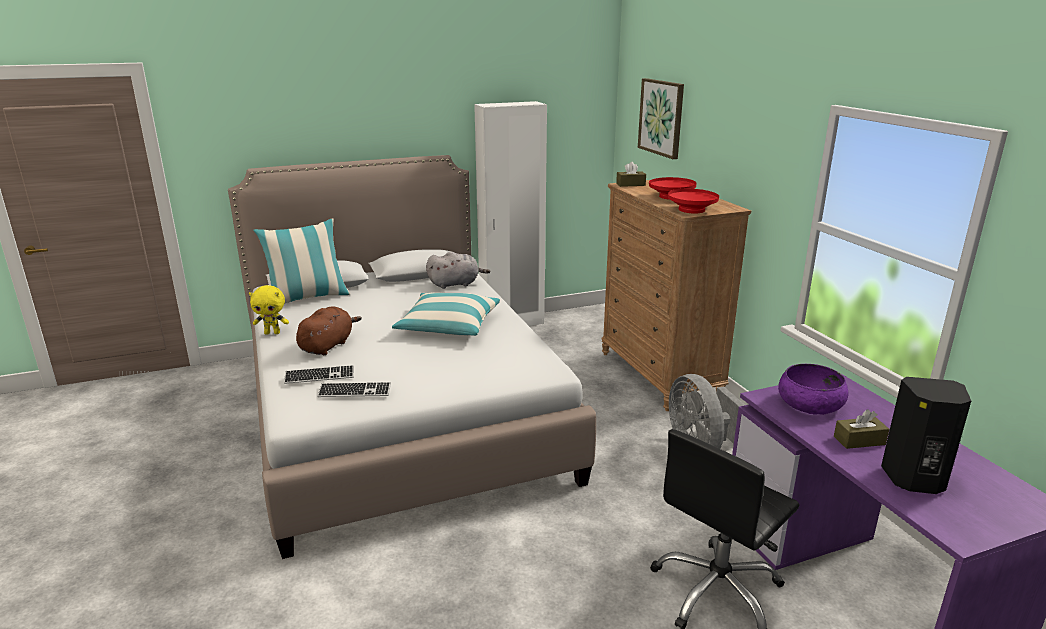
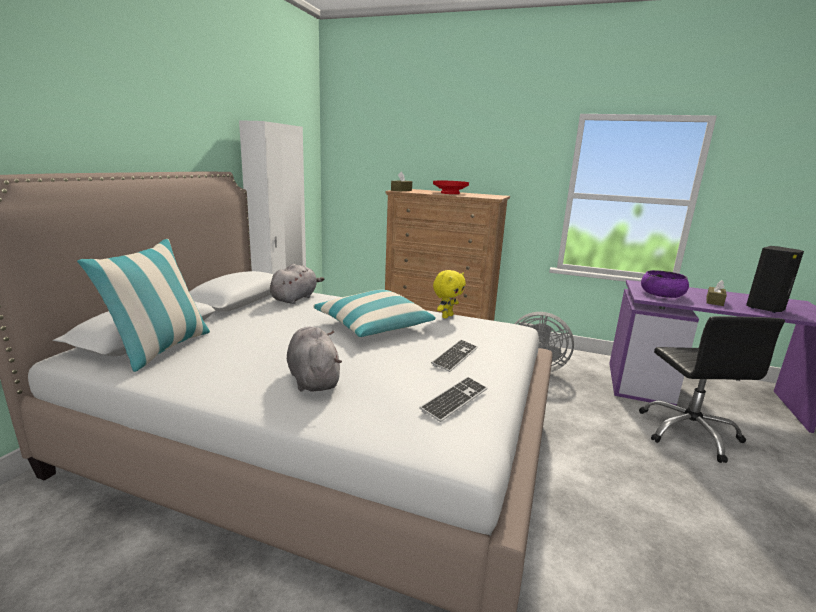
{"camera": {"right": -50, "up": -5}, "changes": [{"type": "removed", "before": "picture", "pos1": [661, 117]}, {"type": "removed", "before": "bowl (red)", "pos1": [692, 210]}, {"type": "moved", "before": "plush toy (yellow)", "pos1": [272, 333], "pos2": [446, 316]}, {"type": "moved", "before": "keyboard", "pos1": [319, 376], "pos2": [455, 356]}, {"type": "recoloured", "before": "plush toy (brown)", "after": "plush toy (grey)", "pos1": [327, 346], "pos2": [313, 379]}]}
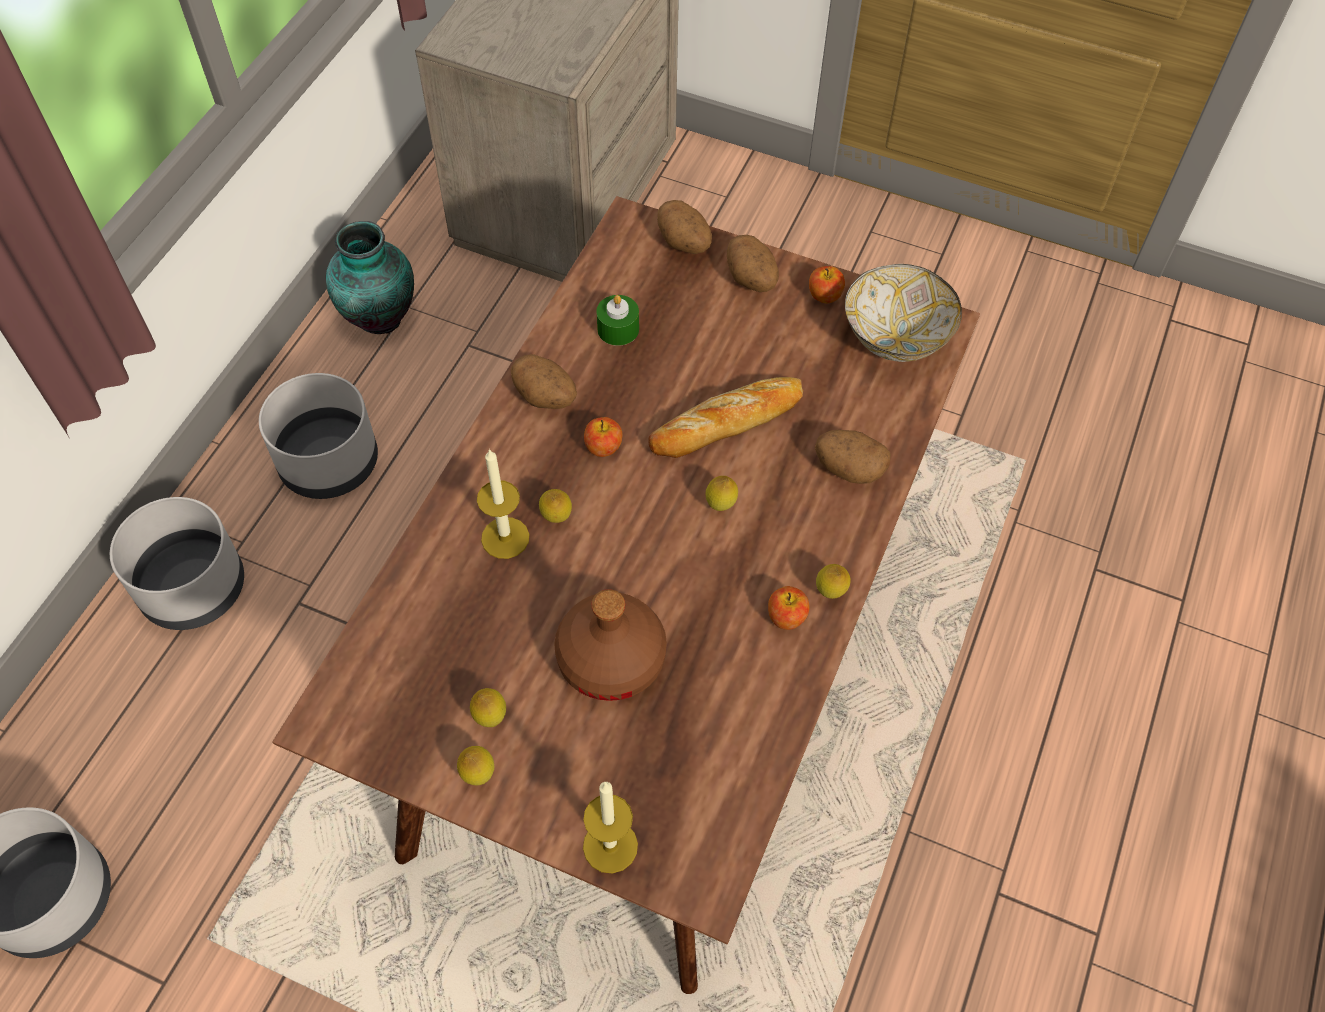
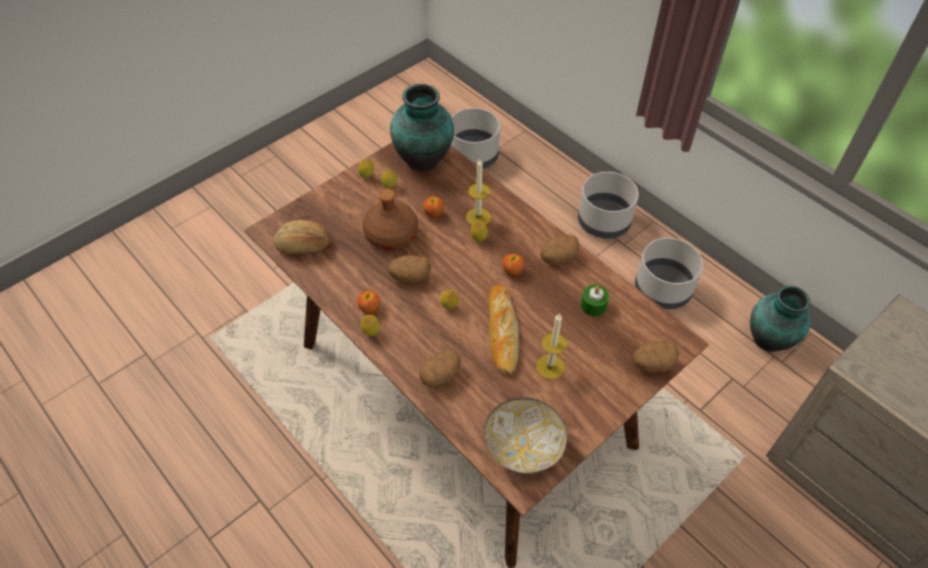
{"camera": {"right": 115, "up": -5}, "changes": [{"type": "added", "after": "bread", "pos2": [303, 246]}, {"type": "added", "after": "vase", "pos2": [425, 159]}, {"type": "moved", "before": "candle", "pos1": [610, 846], "pos2": [550, 367]}, {"type": "moved", "before": "potato", "pos1": [752, 279], "pos2": [410, 277]}, {"type": "moved", "before": "apple", "pos1": [824, 296], "pos2": [433, 213]}]}
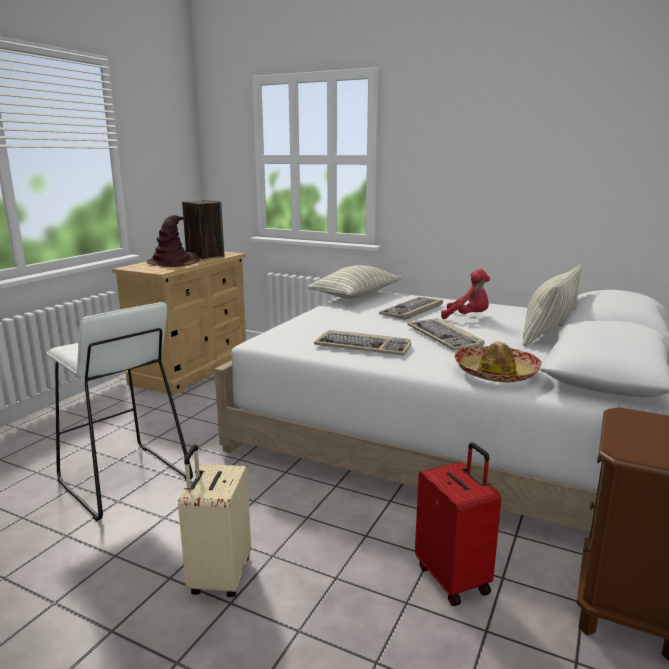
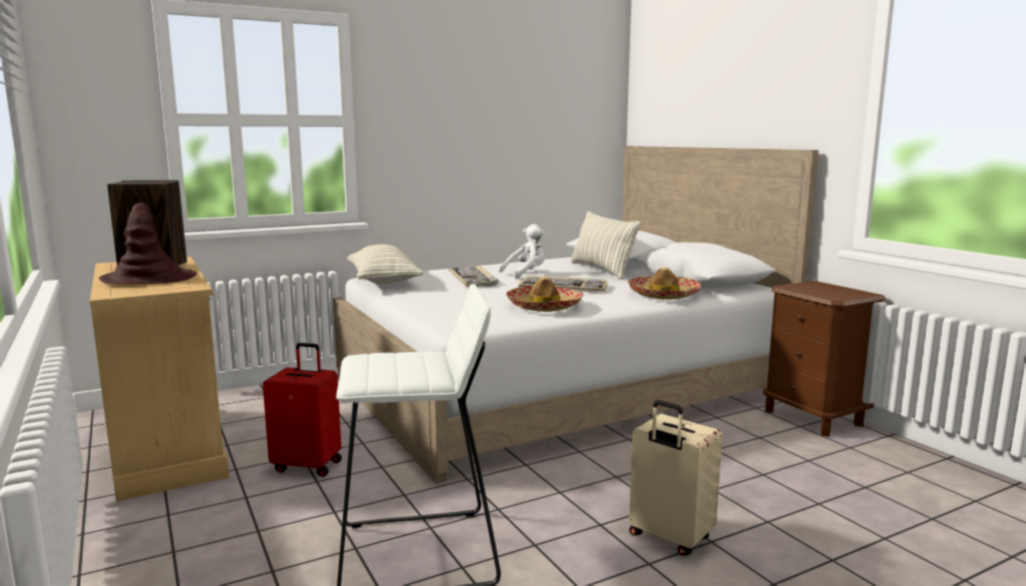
{"camera": {"right": -55, "up": -5}, "changes": [{"type": "moved", "before": "suitcase (red)", "pos1": [454, 578], "pos2": [308, 465]}, {"type": "replaced", "before": "keyboard", "after": "hat", "pos1": [364, 346], "pos2": [544, 306]}, {"type": "recoloured", "before": "plush toy (red)", "after": "plush toy (white)", "pos1": [467, 317], "pos2": [526, 274]}]}
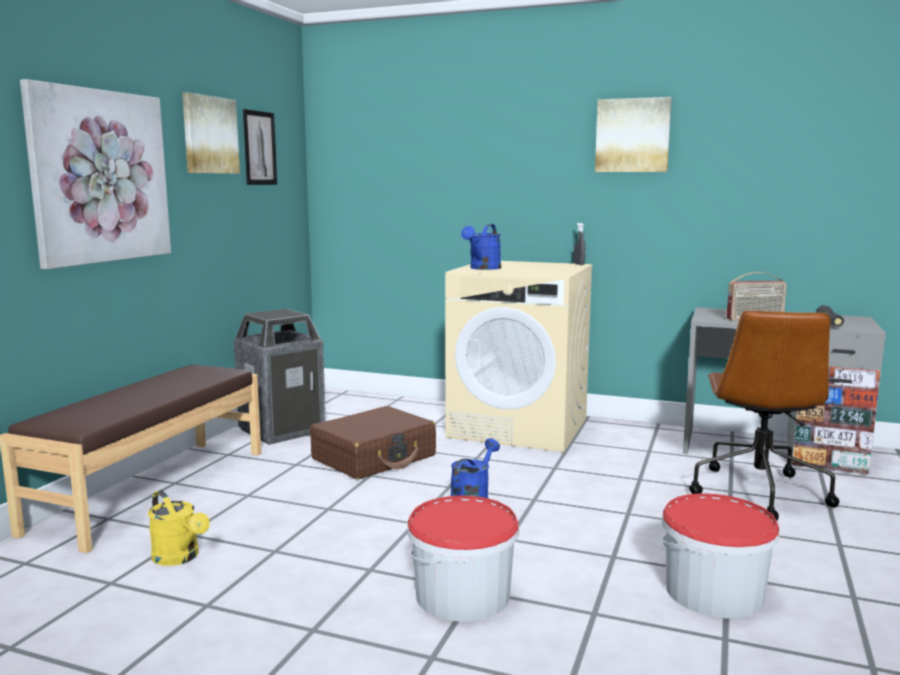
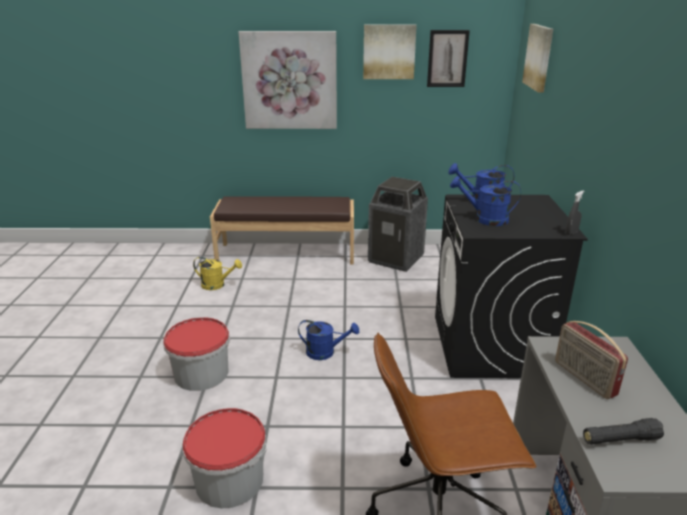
{"camera": {"right": 70, "up": 15}, "changes": [{"type": "removed", "before": "suitcase (brown)", "pos1": [374, 458]}, {"type": "added", "after": "watering can (blue)", "pos2": [485, 219]}, {"type": "moved", "before": "picture", "pos1": [632, 135], "pos2": [539, 57]}, {"type": "recoloured", "before": "washing machine (beige)", "after": "washing machine (black)", "pos1": [519, 427], "pos2": [490, 346]}, {"type": "turned", "before": "watering can (yellow)", "pos1": [180, 558], "pos2": [217, 285], "turn": -105}]}
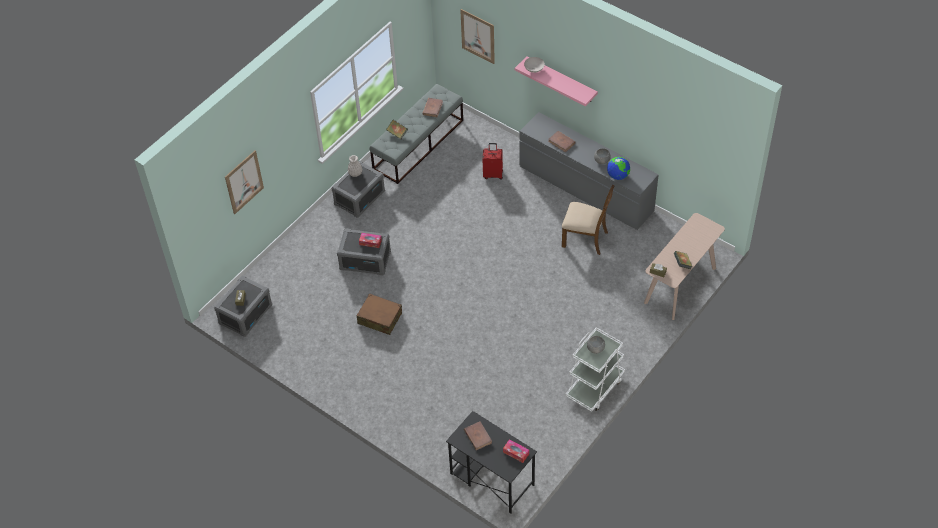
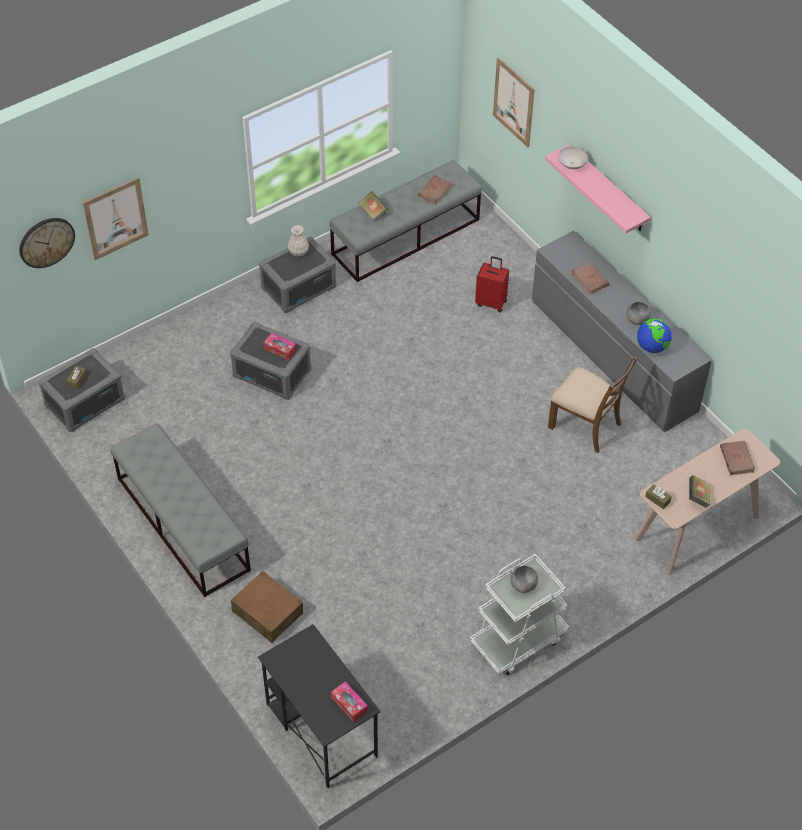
{"camera": {"right": 15, "up": 0}, "changes": [{"type": "added", "after": "wall clock", "pos2": [46, 242]}, {"type": "added", "after": "bench (grey)", "pos2": [182, 523]}, {"type": "moved", "before": "suitcase (brown)", "pos1": [379, 318], "pos2": [267, 612]}, {"type": "moved", "before": "book (brown)", "pos1": [478, 436], "pos2": [736, 459]}]}
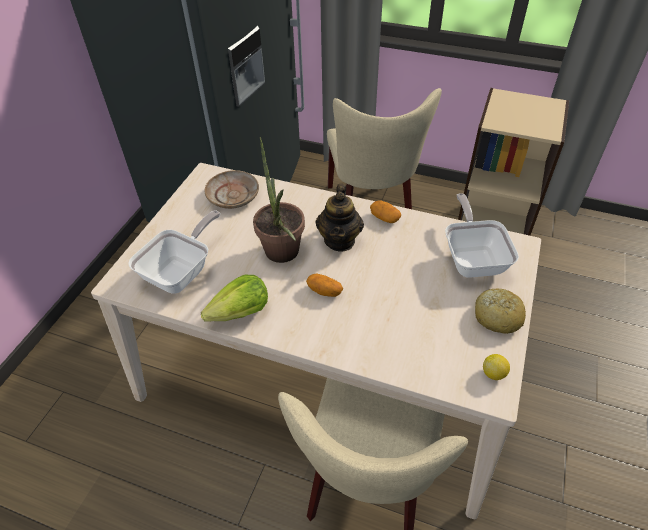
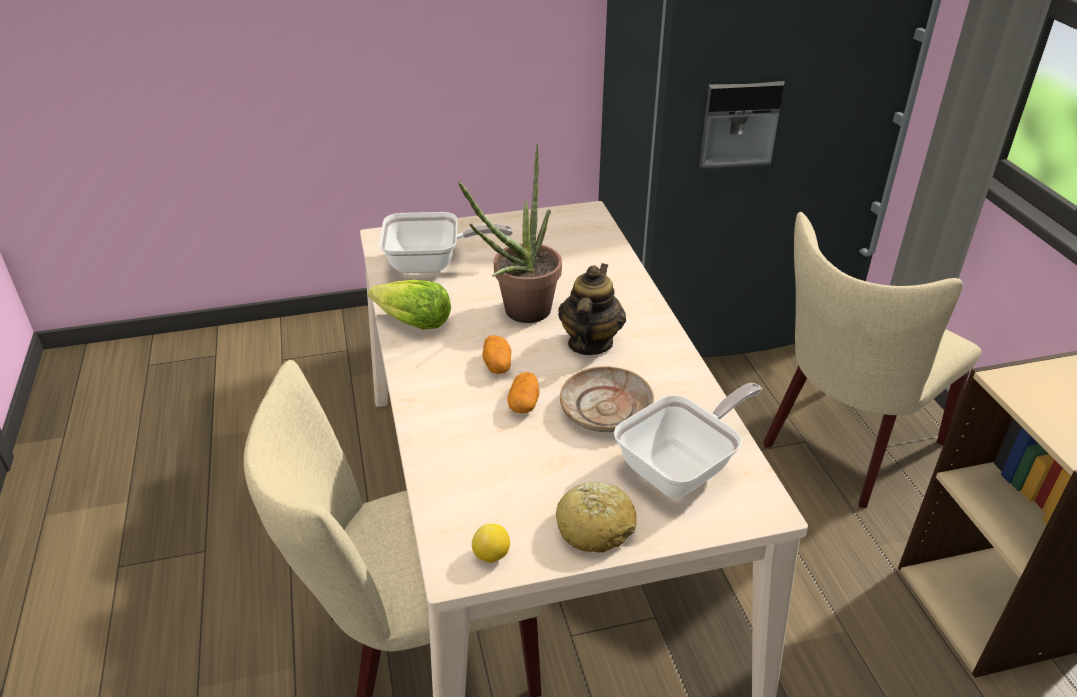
{"camera": {"right": 55, "up": -10}, "changes": [{"type": "moved", "before": "plate (beige)", "pos1": [233, 195], "pos2": [606, 410]}, {"type": "moved", "before": "potato", "pos1": [384, 218], "pos2": [524, 403]}, {"type": "turned", "before": "teapot", "pos1": [340, 240], "pos2": [589, 343], "turn": 135}]}
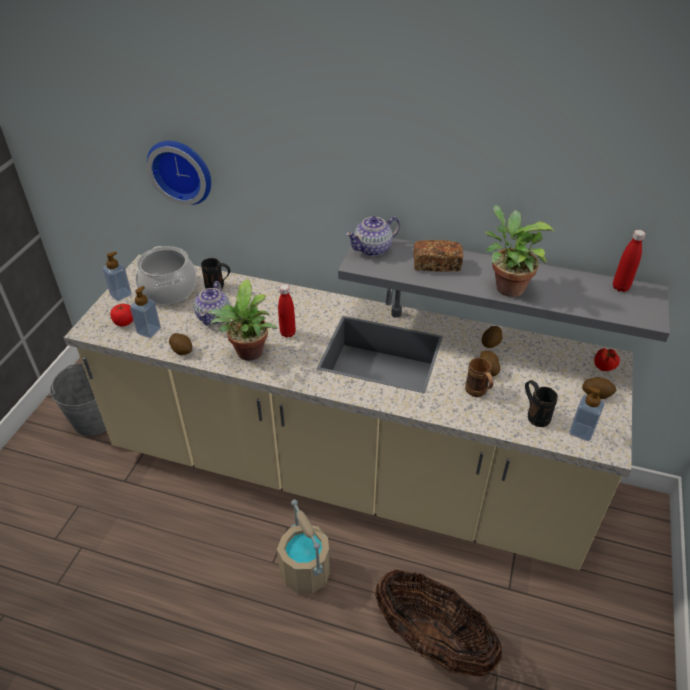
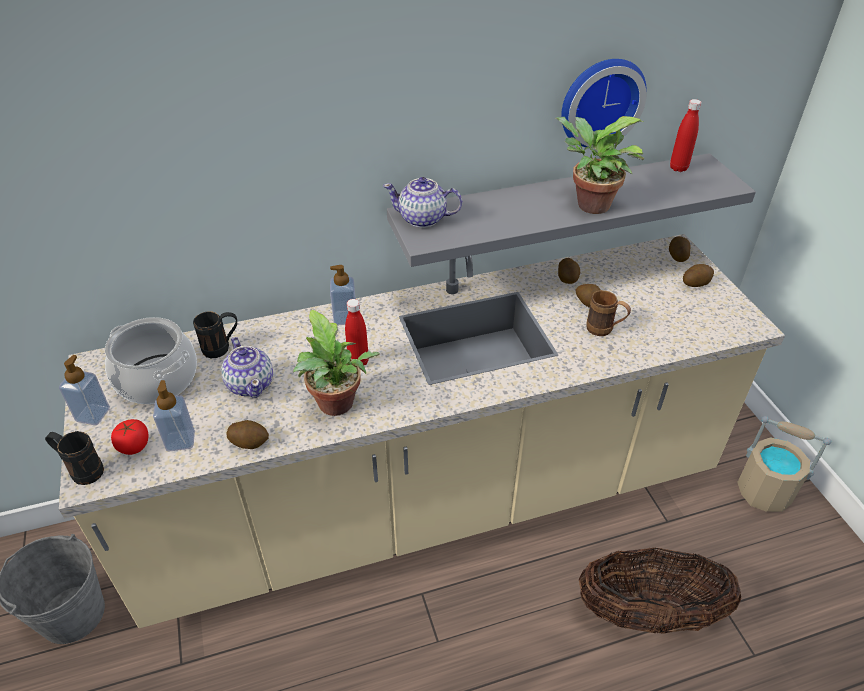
{"camera": {"right": -35, "up": 0}, "changes": [{"type": "removed", "before": "bread", "pos1": [436, 264]}, {"type": "moved", "before": "wall clock", "pos1": [182, 170], "pos2": [600, 101]}, {"type": "moved", "before": "bucket (beige)", "pos1": [306, 572], "pos2": [765, 491]}, {"type": "moved", "before": "mug (black)", "pos1": [534, 414], "pos2": [81, 470]}, {"type": "moved", "before": "soap dispenser", "pos1": [581, 431], "pos2": [345, 318]}, {"type": "replaced", "before": "tomato", "after": "potato", "pos1": [604, 366], "pos2": [677, 256]}, {"type": "turned", "before": "teapot", "pos1": [373, 249], "pos2": [423, 219], "turn": 75}]}
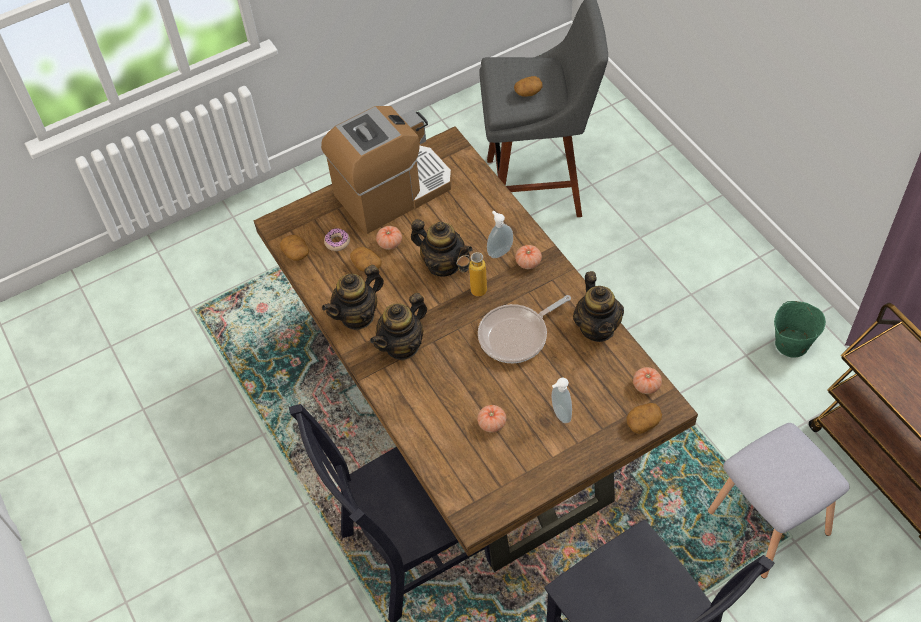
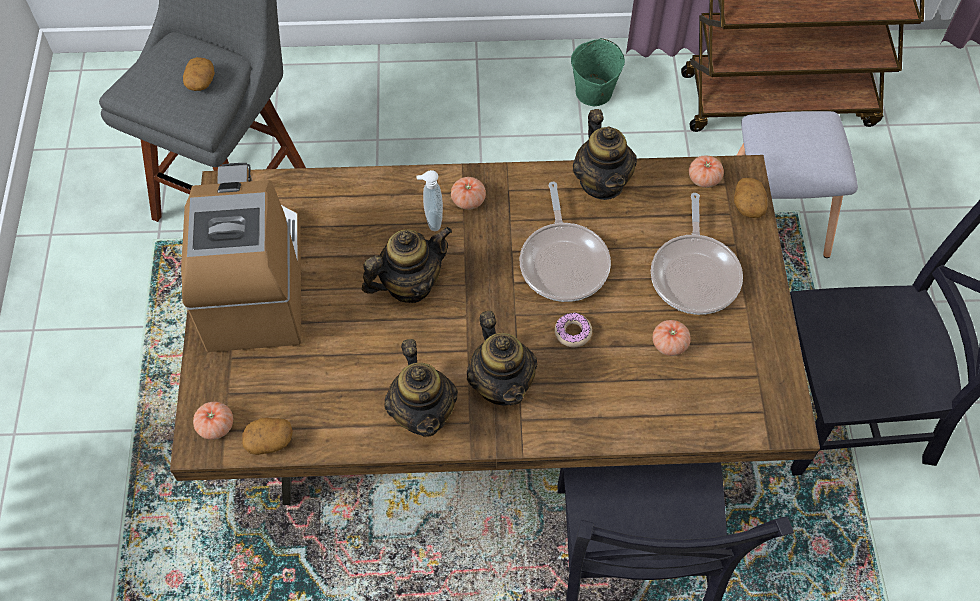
{"camera": {"right": -65, "up": 5}, "changes": [{"type": "removed", "before": "potato", "pos1": [366, 265]}, {"type": "removed", "before": "bottle", "pos1": [472, 293]}, {"type": "moved", "before": "donut", "pos1": [337, 242], "pos2": [573, 332]}, {"type": "moved", "before": "tomato", "pos1": [390, 243], "pos2": [216, 426]}, {"type": "replaced", "before": "soap dispenser", "after": "frying pan", "pos1": [559, 414], "pos2": [695, 273]}, {"type": "turned", "before": "teapot", "pos1": [597, 328], "pos2": [602, 182], "turn": 60}]}
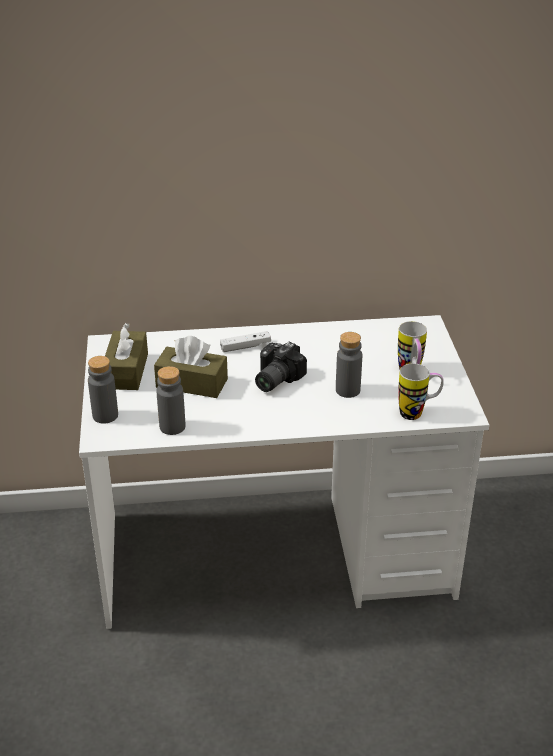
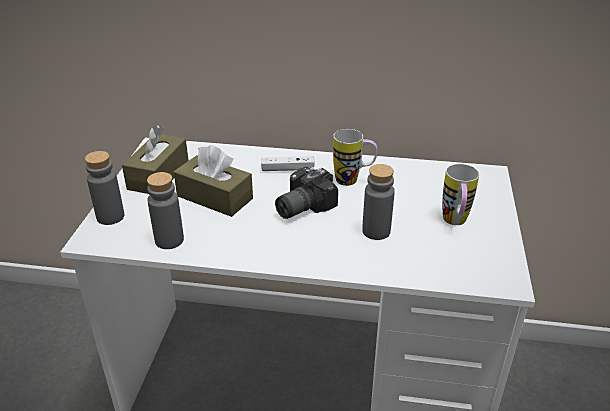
{"camera": {"right": 15, "up": 0}, "changes": [{"type": "moved", "before": "mug", "pos1": [418, 413], "pos2": [353, 181]}]}
